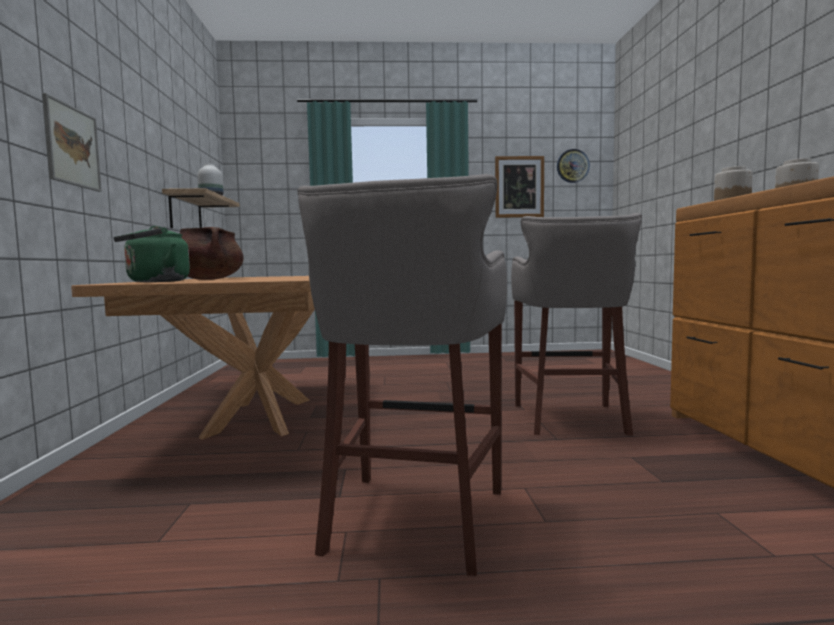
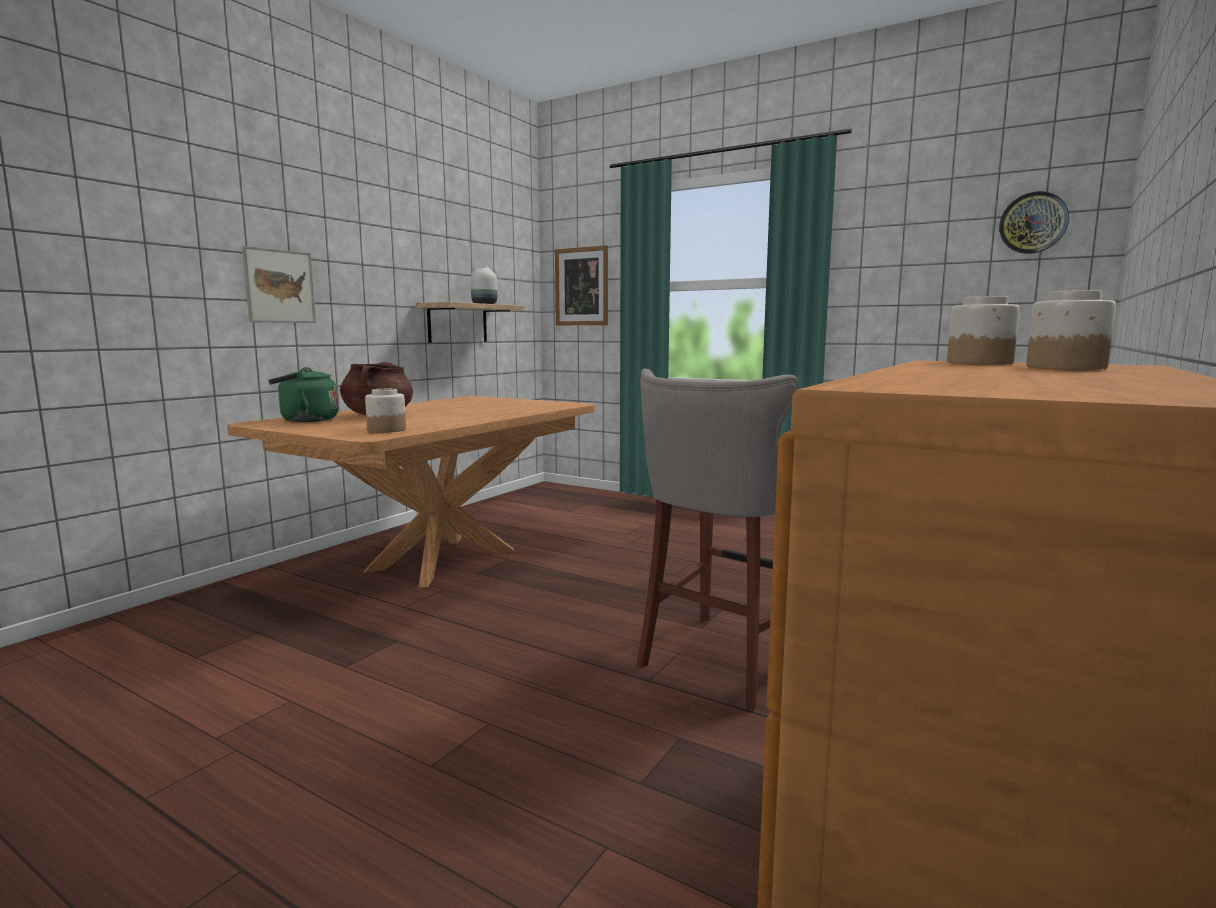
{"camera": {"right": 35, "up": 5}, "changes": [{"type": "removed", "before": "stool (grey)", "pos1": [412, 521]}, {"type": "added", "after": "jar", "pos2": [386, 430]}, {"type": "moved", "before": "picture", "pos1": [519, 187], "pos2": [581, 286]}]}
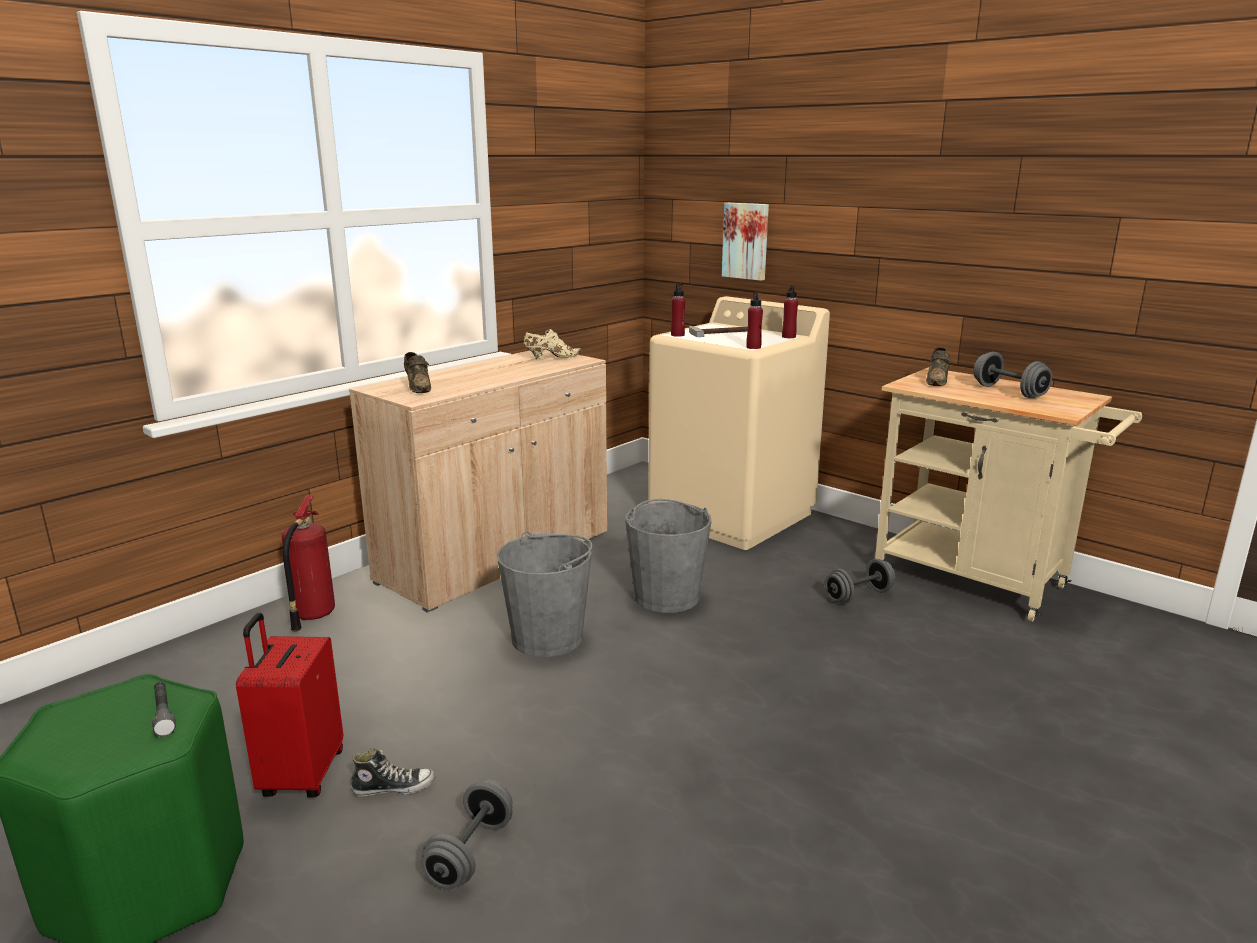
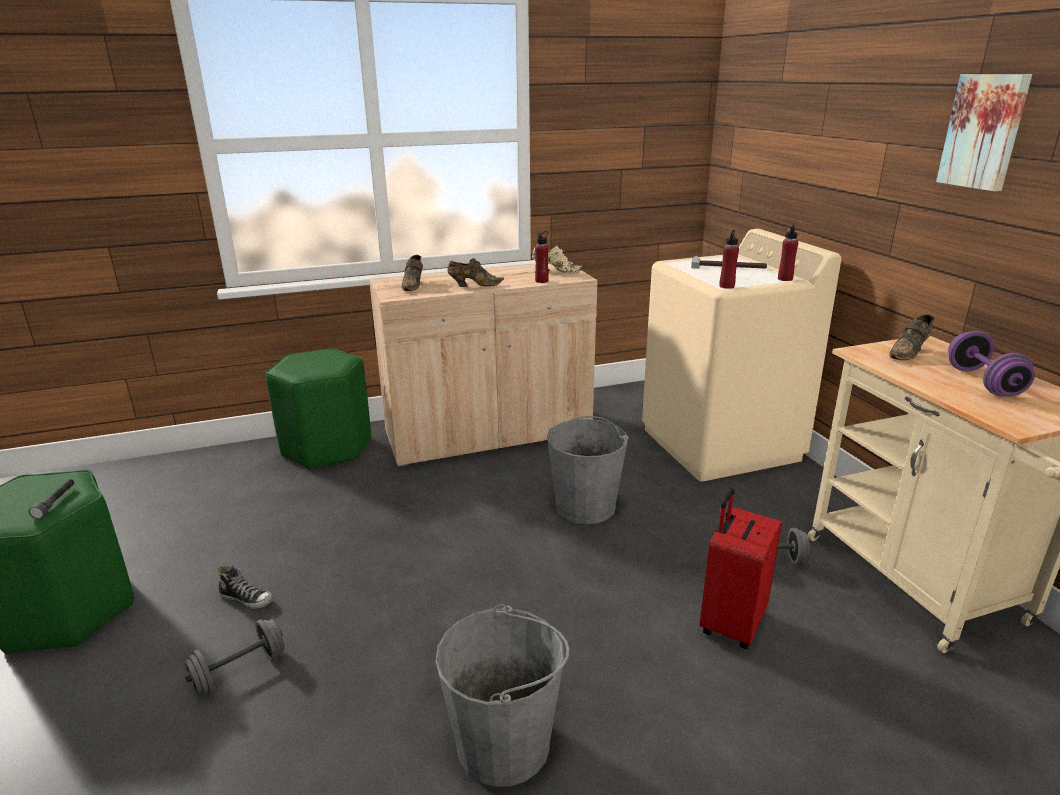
{"camera": {"right": 30, "up": 5}, "changes": [{"type": "added", "after": "shoe (brown)", "pos2": [473, 285]}, {"type": "moved", "before": "suitcase (red)", "pos1": [301, 775], "pos2": [731, 623]}, {"type": "moved", "before": "bucket (grey)", "pos1": [548, 637], "pos2": [504, 744]}, {"type": "moved", "before": "bottle (red)", "pos1": [677, 335], "pos2": [541, 281]}, {"type": "moved", "before": "picture", "pos1": [746, 241], "pos2": [984, 131]}, {"type": "replaced", "before": "fire extinguisher", "after": "stool (green)", "pos1": [312, 615], "pos2": [328, 447]}, {"type": "recoloured", "before": "dumbbell (grey)", "after": "dumbbell (purple)", "pos1": [1009, 392], "pos2": [983, 382]}]}
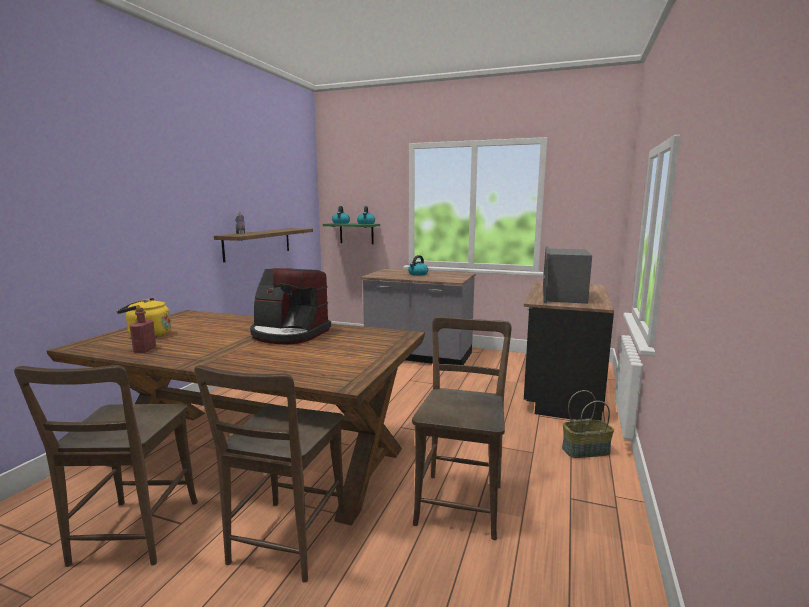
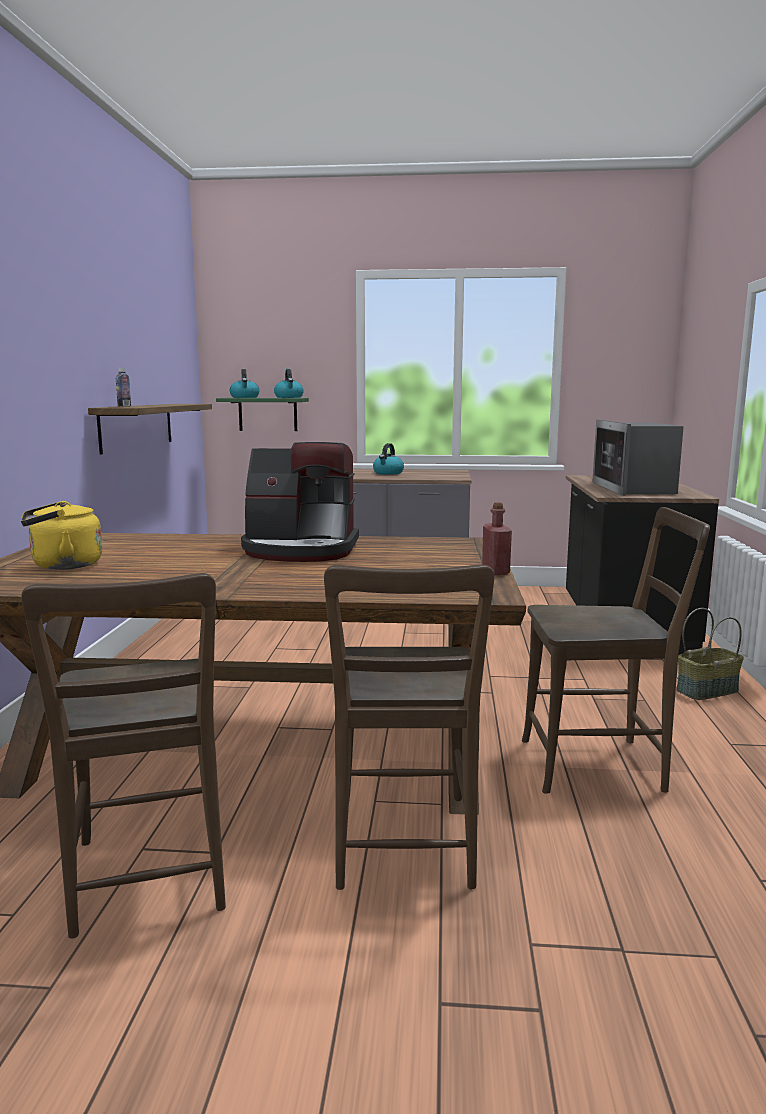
{"camera": {"right": -15, "up": 0}, "changes": [{"type": "moved", "before": "bottle (red)", "pos1": [145, 350], "pos2": [495, 571]}, {"type": "turned", "before": "chair (brown)", "pos1": [461, 500], "pos2": [600, 765], "turn": 90}]}
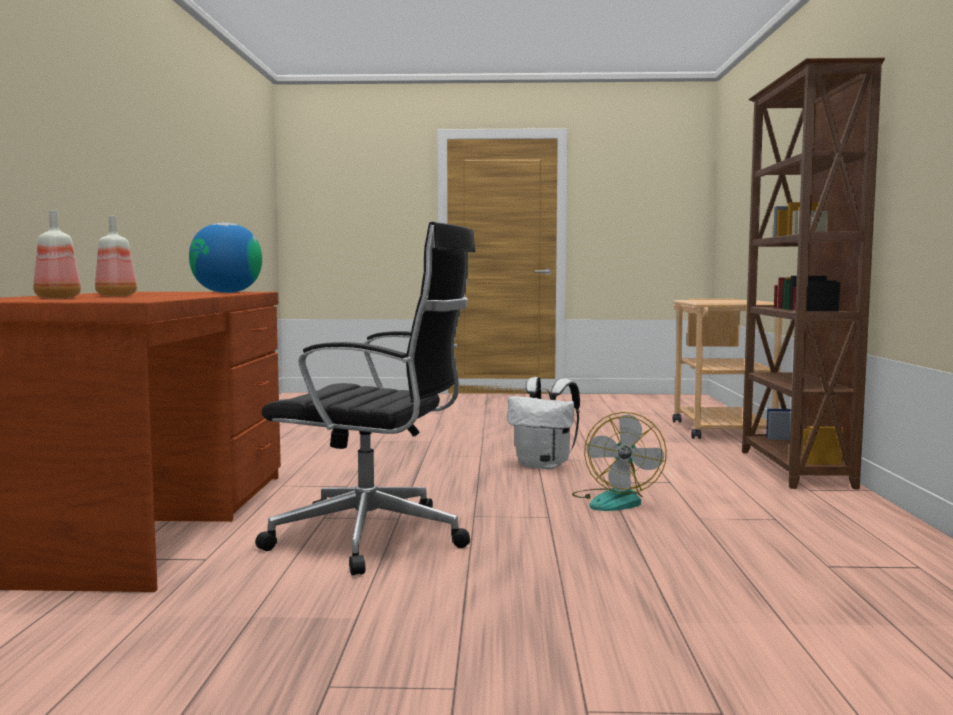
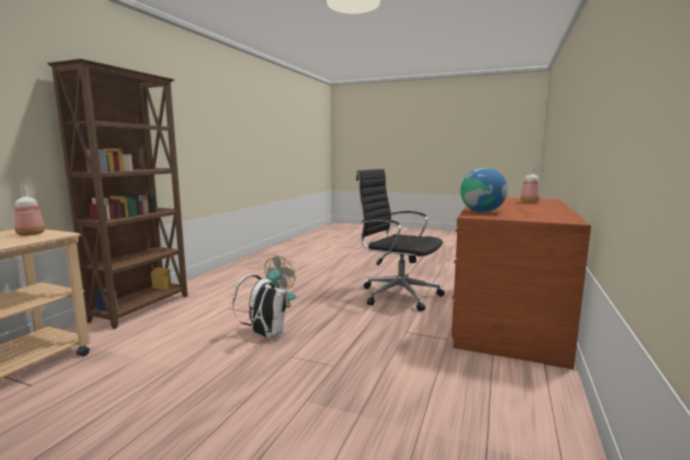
{"camera": {"right": -160, "up": 5}, "changes": [{"type": "moved", "before": "bottle", "pos1": [118, 295], "pos2": [30, 234]}]}
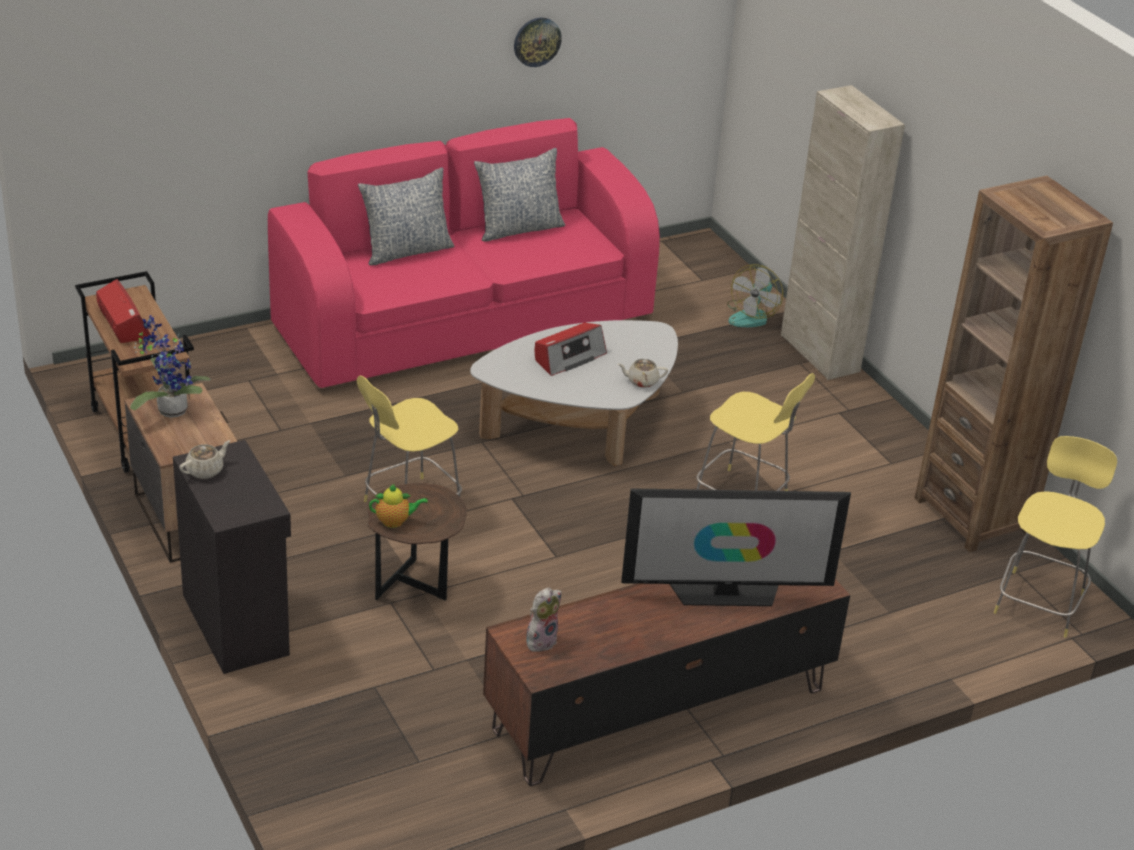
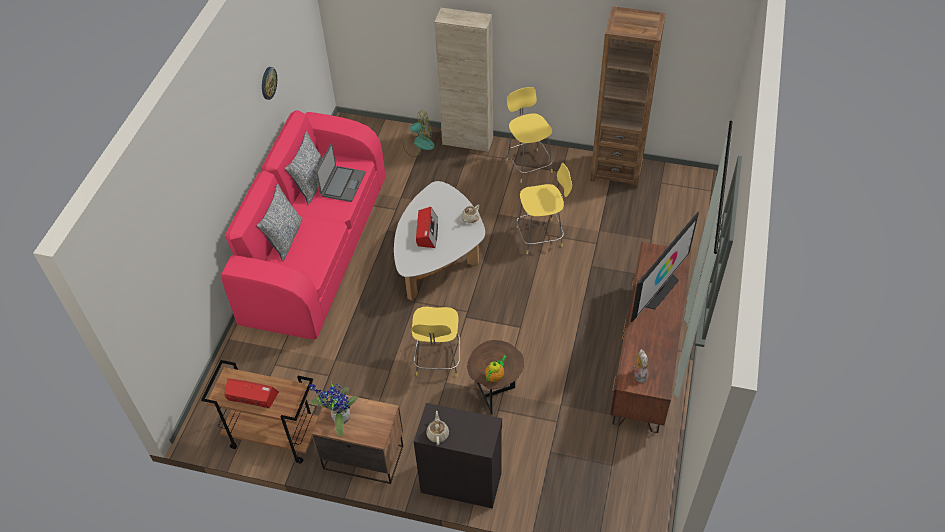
{"camera": {"right": -45, "up": 15}, "changes": [{"type": "added", "after": "laptop", "pos2": [342, 184]}, {"type": "moved", "before": "stool (yellow)", "pos1": [1040, 601], "pos2": [528, 165]}, {"type": "turned", "before": "fan", "pos1": [752, 316], "pos2": [418, 144], "turn": -75}]}
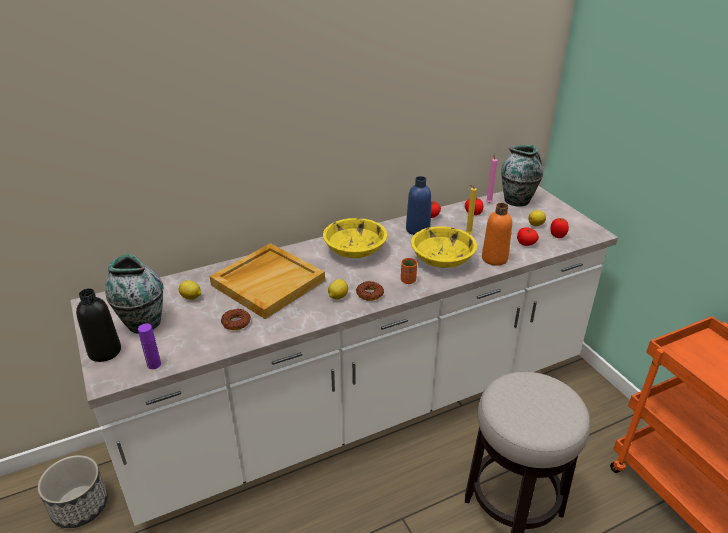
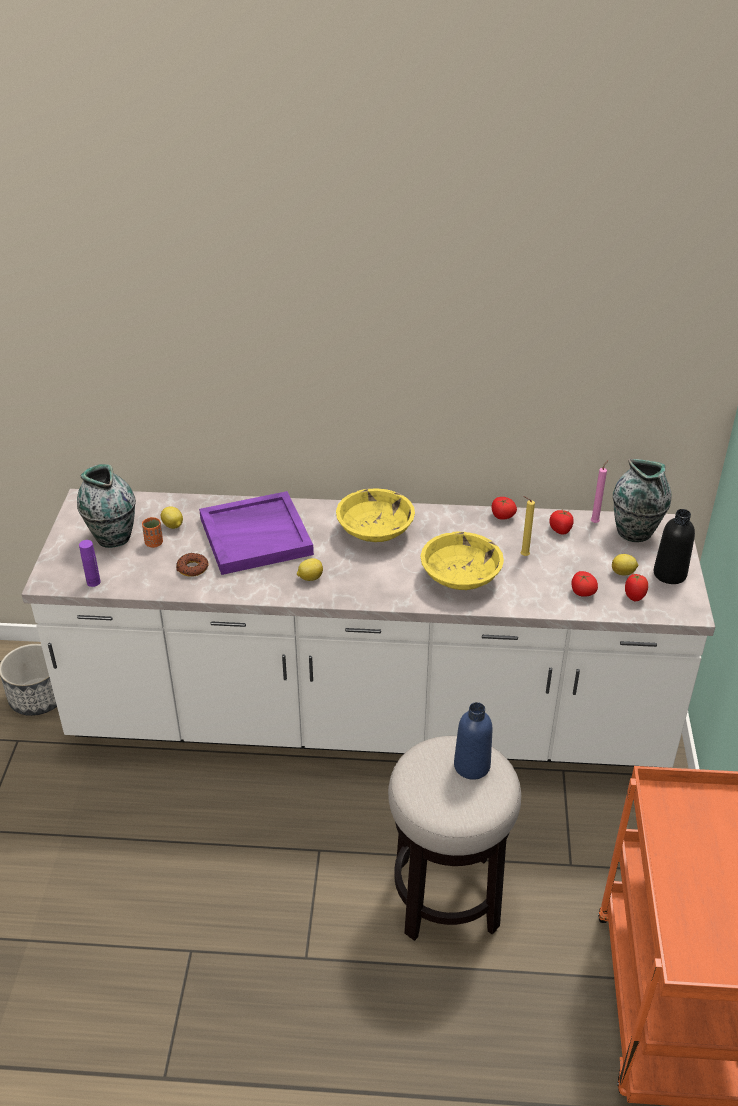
{"camera": {"right": 30, "up": 5}, "changes": [{"type": "removed", "before": "donut", "pos1": [369, 294]}, {"type": "removed", "before": "bottle (orange)", "pos1": [494, 258]}, {"type": "moved", "before": "bottle (black)", "pos1": [105, 351], "pos2": [669, 574]}, {"type": "moved", "before": "cup (orange)", "pos1": [408, 280], "pos2": [154, 543]}, {"type": "moved", "before": "bottle (blue)", "pos1": [417, 229], "pos2": [472, 766]}, {"type": "recoloured", "before": "tray (beige)", "after": "tray (purple)", "pos1": [268, 282], "pos2": [256, 535]}]}
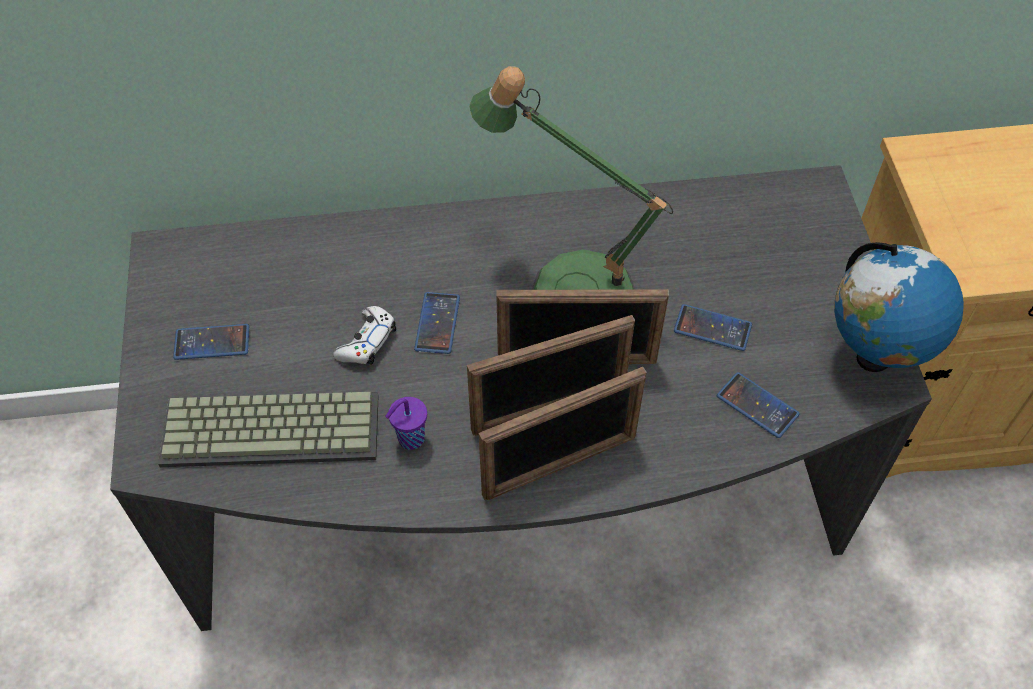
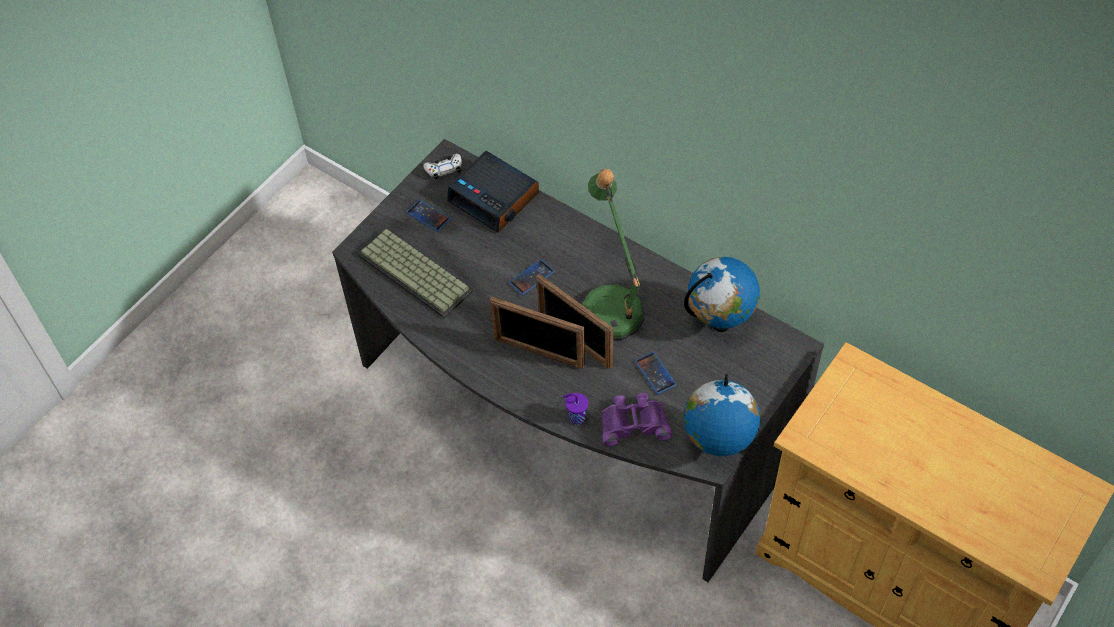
{"camera": {"right": 45, "up": 0}, "changes": [{"type": "removed", "before": "picture frame", "pos1": [560, 466]}, {"type": "added", "after": "alarm clock", "pos2": [495, 198]}, {"type": "added", "after": "globe", "pos2": [720, 322]}, {"type": "moved", "before": "game controller (white)", "pos1": [367, 342], "pos2": [444, 169]}, {"type": "moved", "before": "cup (purple)", "pos1": [409, 439], "pos2": [576, 417]}, {"type": "replaced", "before": "phone", "after": "binoculars (purple)", "pos1": [757, 405], "pos2": [634, 423]}]}
